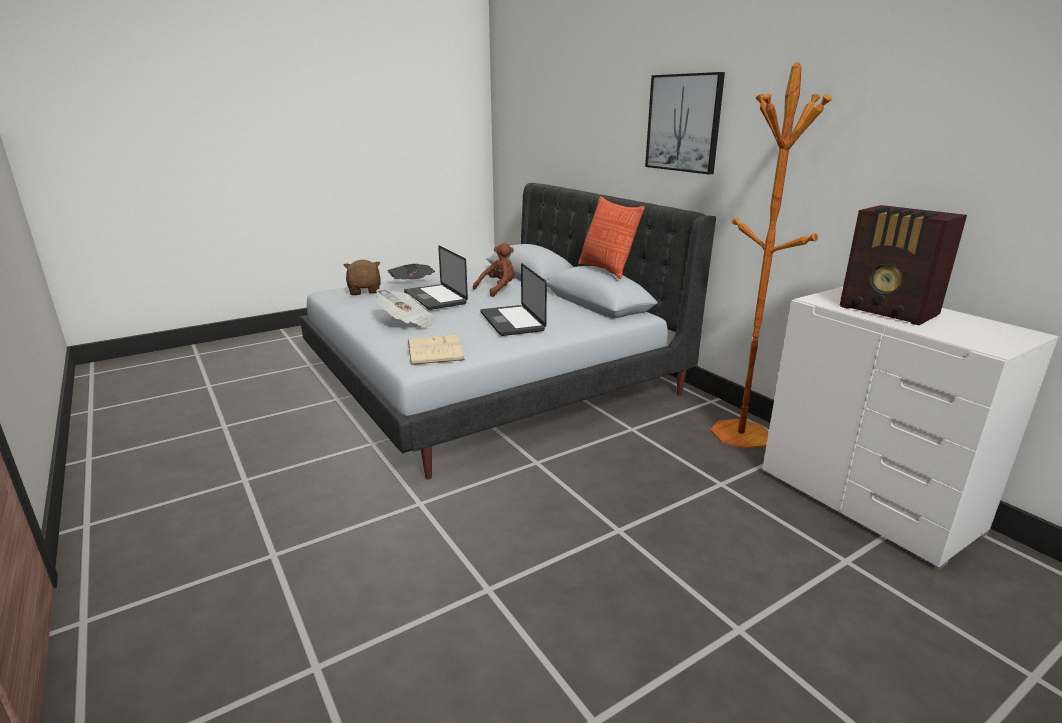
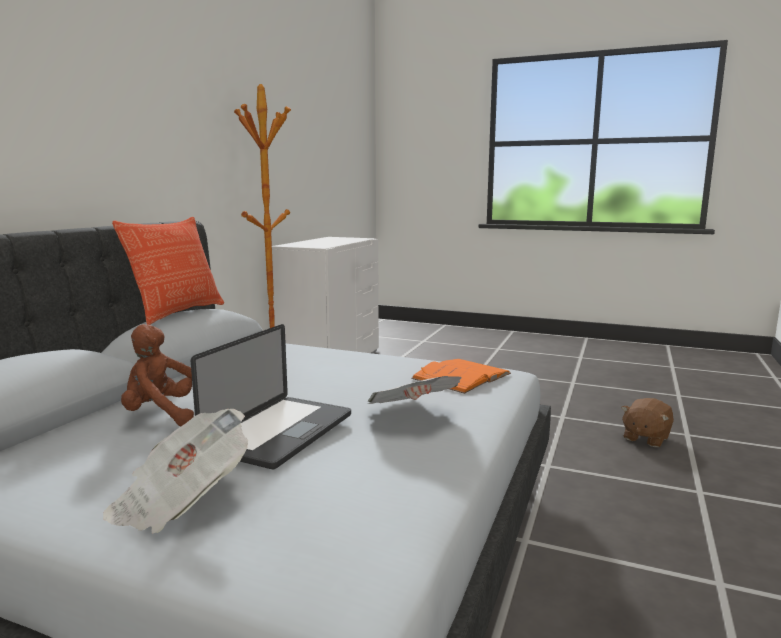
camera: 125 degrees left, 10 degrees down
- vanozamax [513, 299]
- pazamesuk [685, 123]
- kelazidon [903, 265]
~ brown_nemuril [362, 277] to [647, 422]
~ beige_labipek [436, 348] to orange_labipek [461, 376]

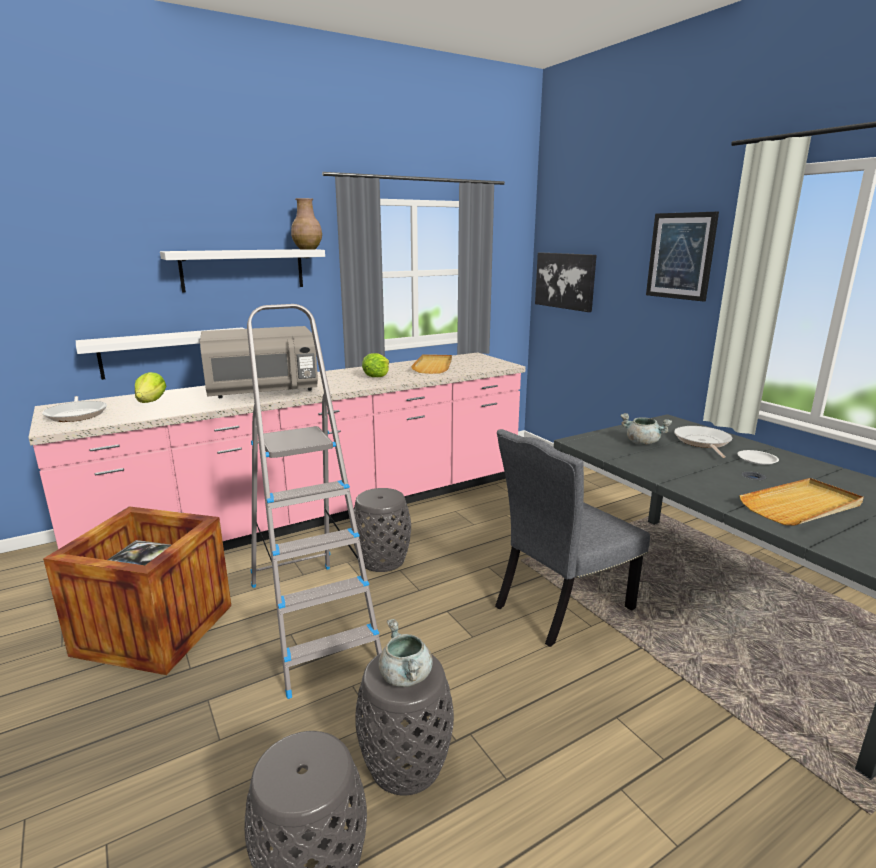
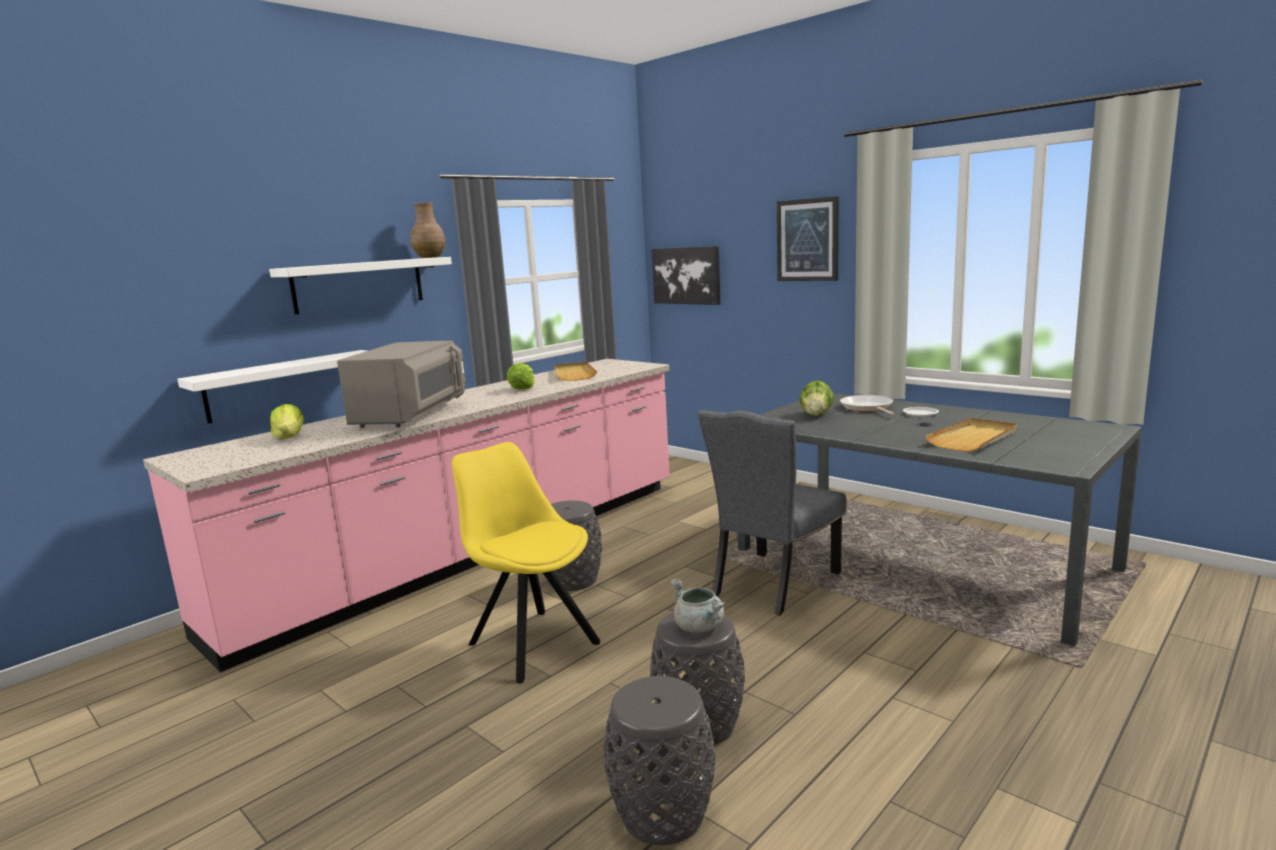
camera: 15 degrees left, 5 degrees down
- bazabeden [74, 409]
- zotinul [137, 590]
~ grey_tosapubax [314, 501] to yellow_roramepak [526, 562]
~ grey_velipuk [646, 429] to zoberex [816, 398]
~ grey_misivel [259, 362] = [401, 384] 45 degrees counterclockwise

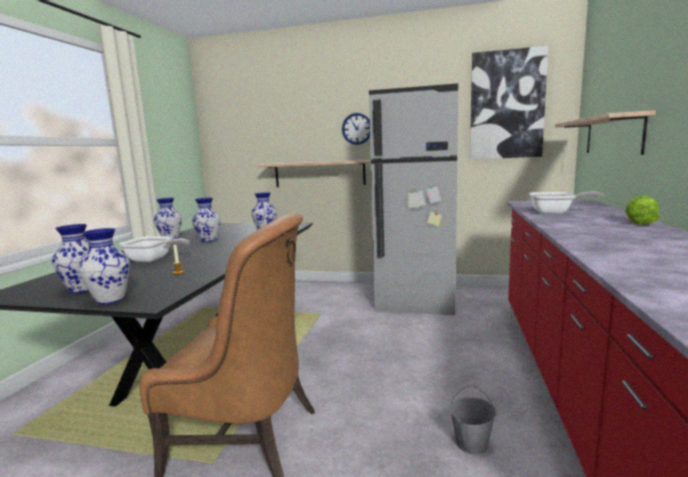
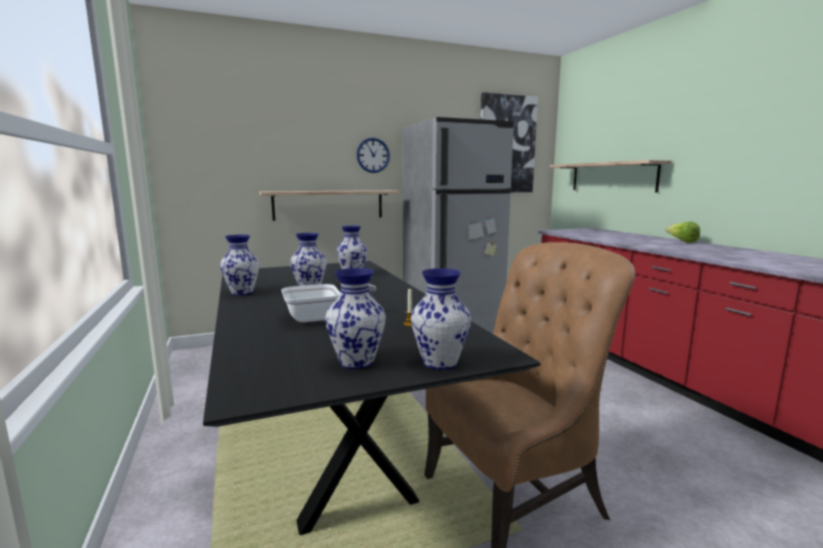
camera: 35 degrees left, 0 degrees up
- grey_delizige [472, 420]
- bazabeden [566, 203]

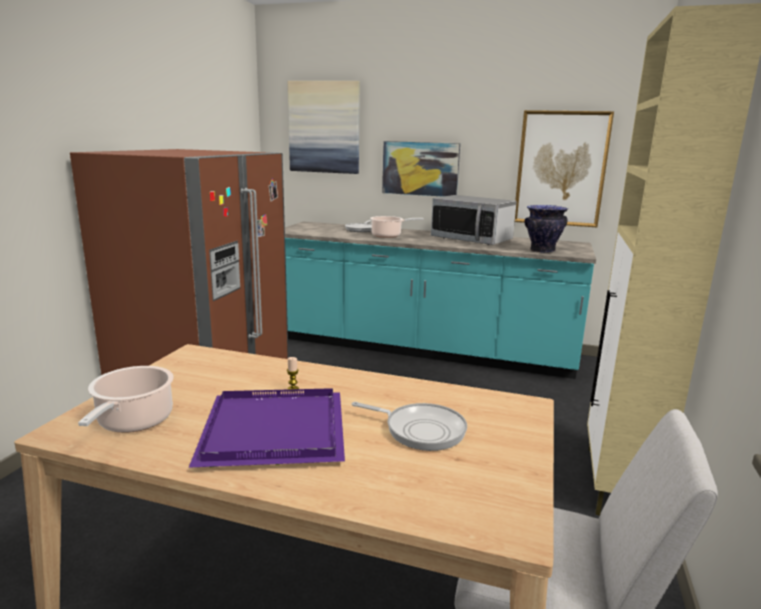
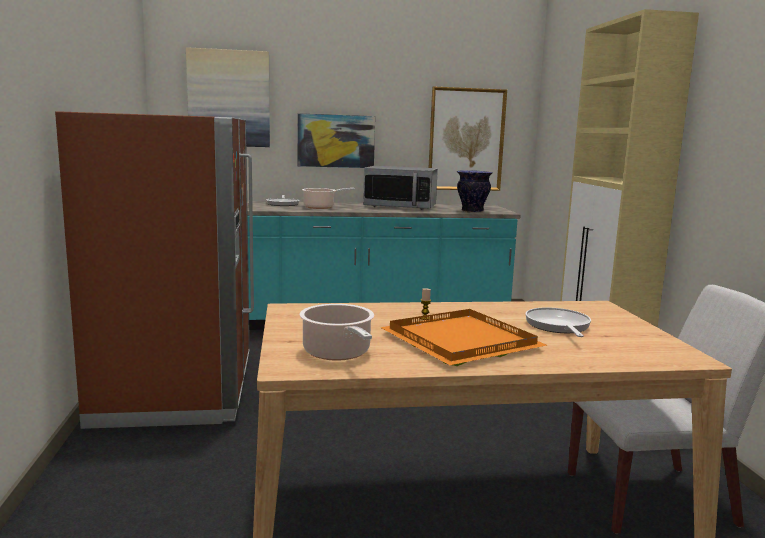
camera: 25 degrees left, 5 degrees down
~ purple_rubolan [267, 428] to orange_rubolan [463, 337]
~ bazabeden [409, 426] = [558, 322] 90 degrees counterclockwise

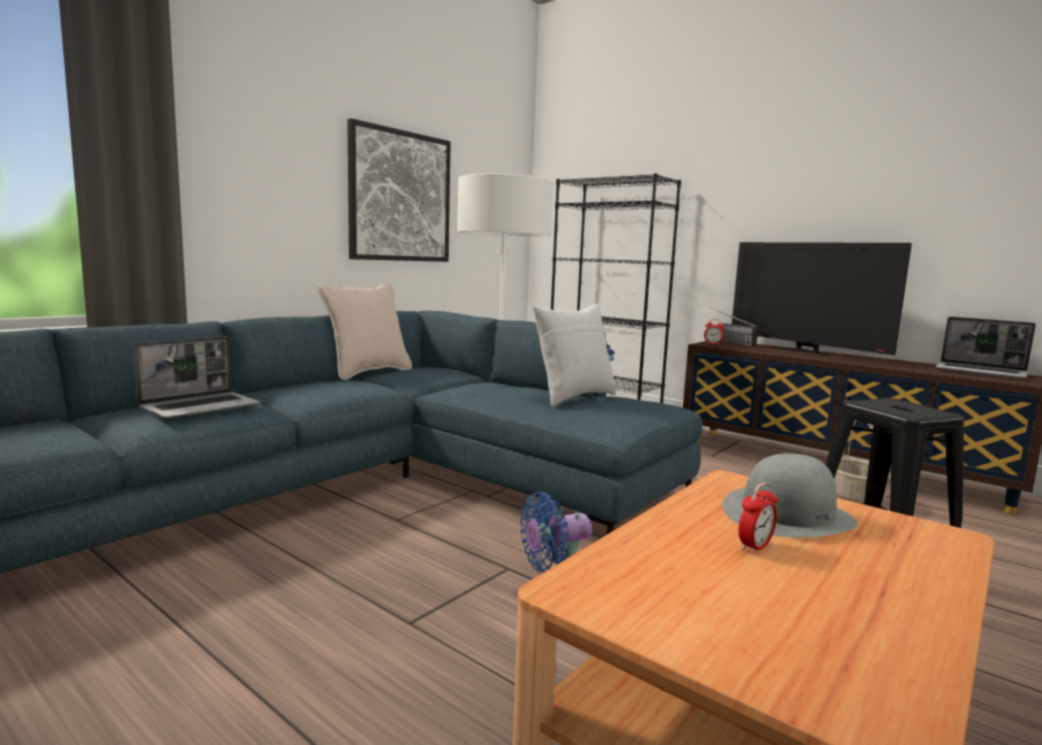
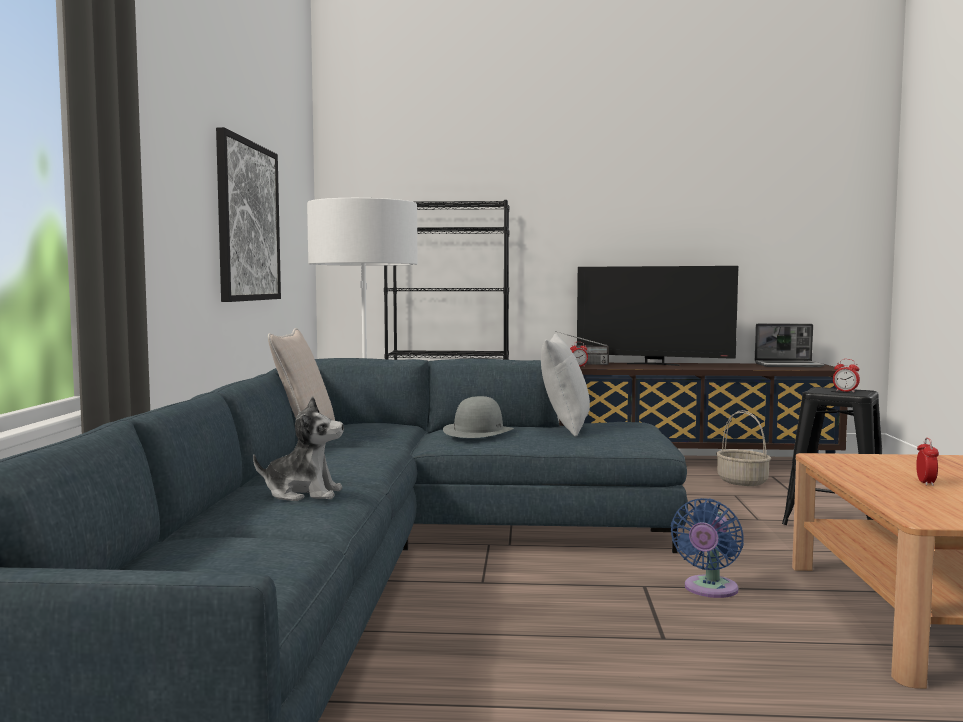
camera: 35 degrees left, 5 degrees down
+ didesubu [846, 376]
~ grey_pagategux [790, 495] to [478, 417]
~ vanozamax [197, 377] to nemuril [298, 448]

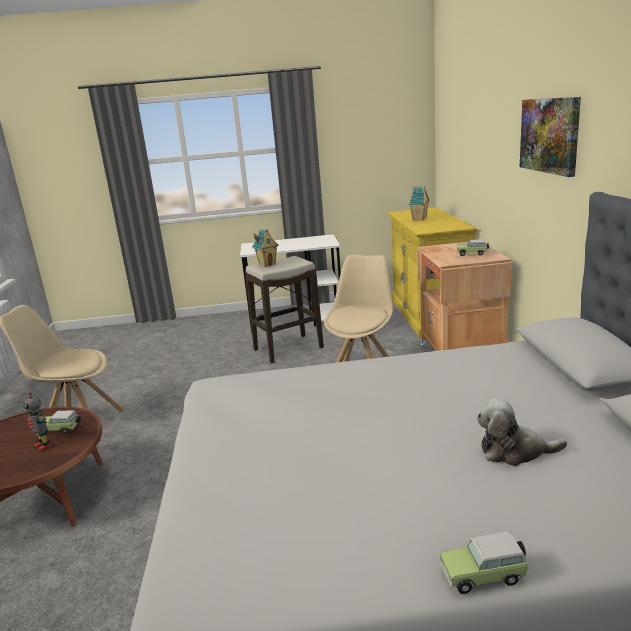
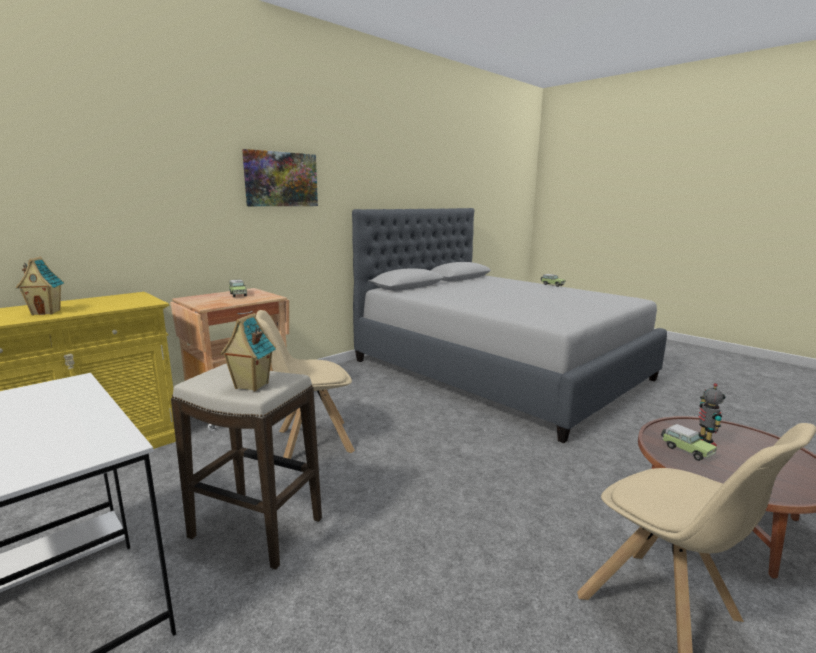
camera: 130 degrees left, 5 degrees down
- nemuril [522, 432]

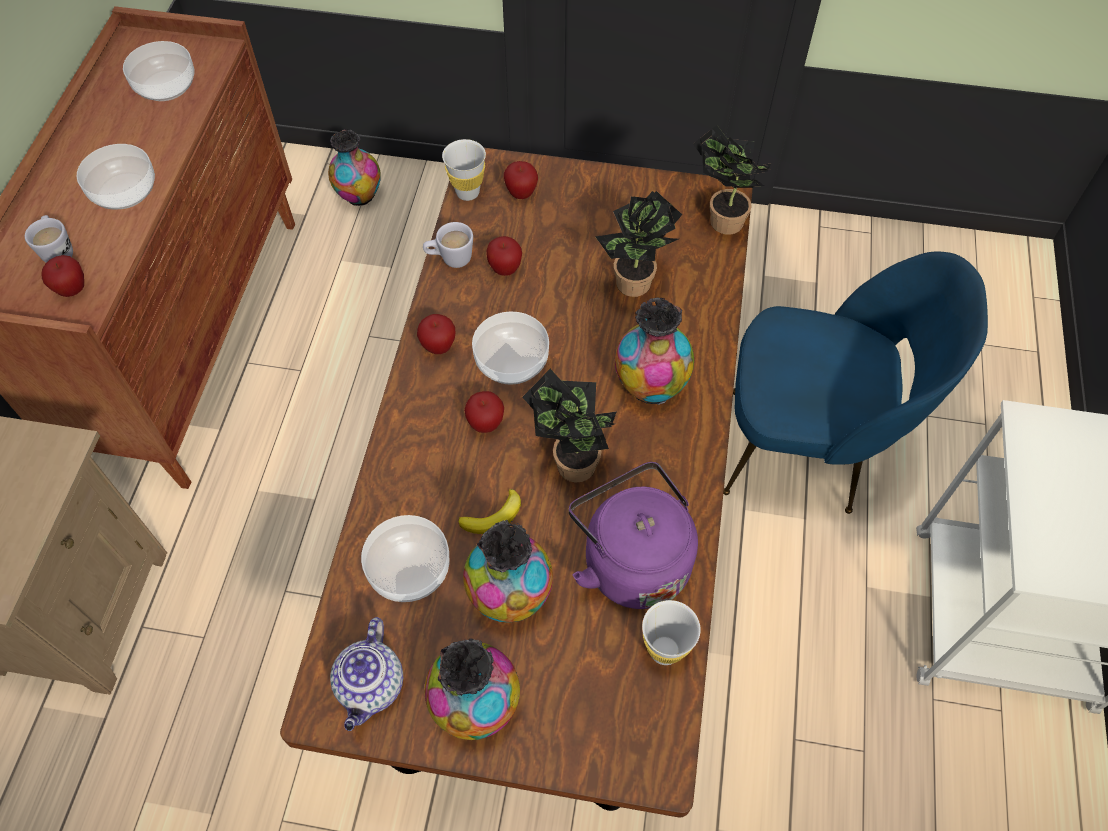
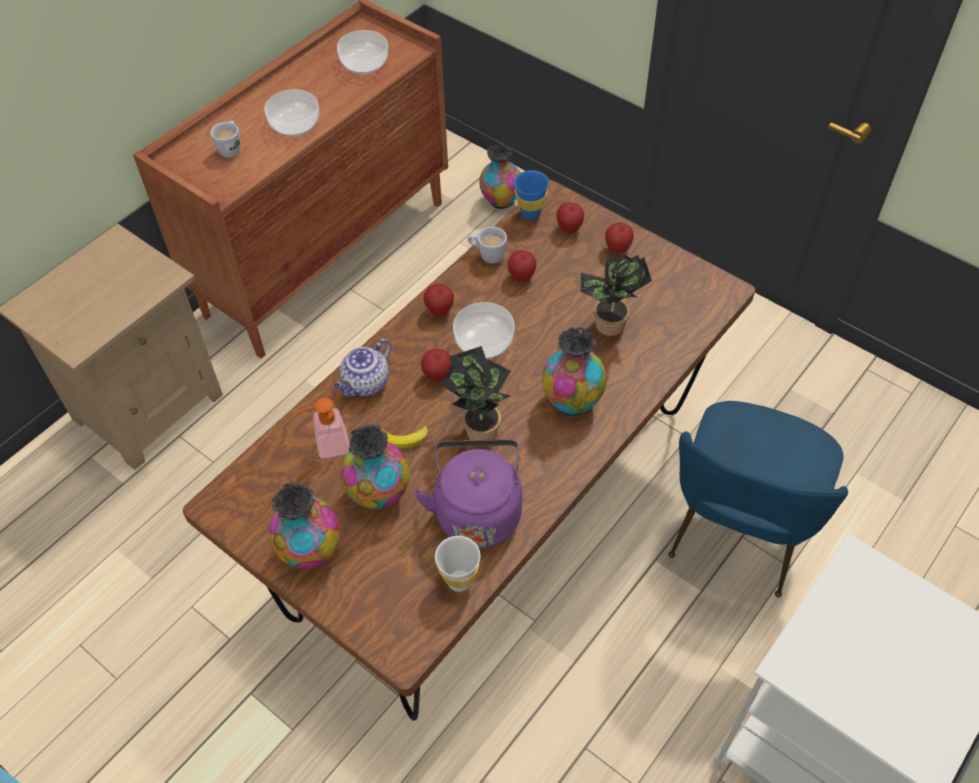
camera: 30 degrees right, 5 degrees down
- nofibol [732, 179]
~ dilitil [62, 276] to [619, 238]
~ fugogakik [366, 674] to [362, 367]
~ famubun [405, 558] to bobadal [321, 428]
~ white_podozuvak [464, 170] to blue_podozuvak [531, 195]
~ blue_roramepak [855, 383] = [758, 499] 75 degrees clockwise

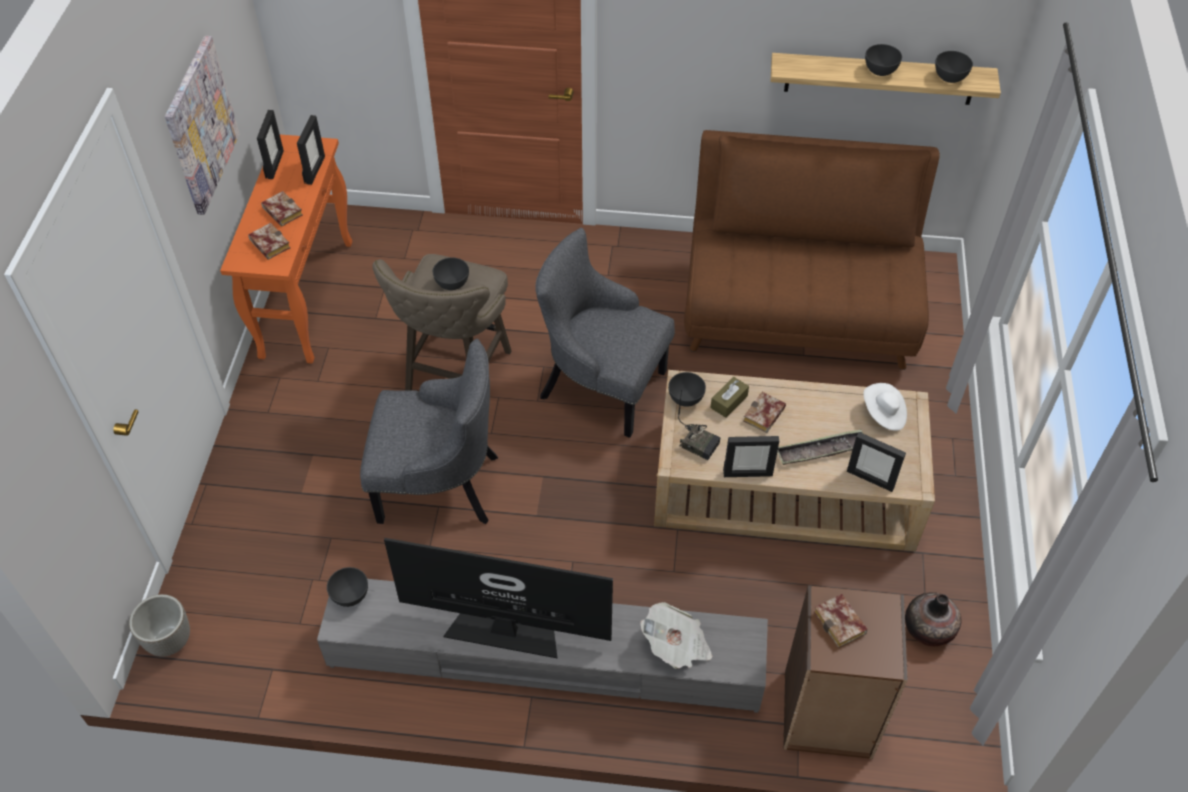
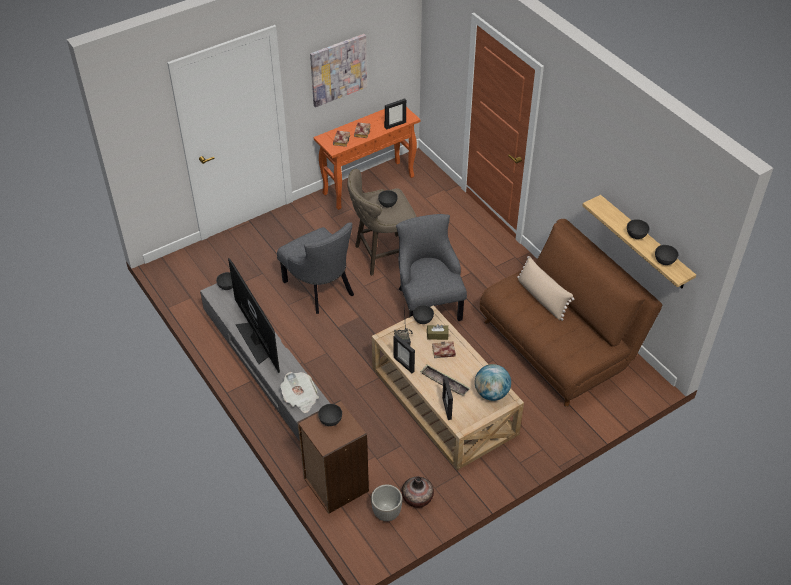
camera: 50 degrees right, 5 degrees down
- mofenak [270, 144]
+ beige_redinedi [545, 288]
~ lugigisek [159, 625] to [386, 502]
~ labipek [840, 621] to grey_famubun [330, 415]
~ white_pagategux [885, 407] to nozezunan [493, 382]

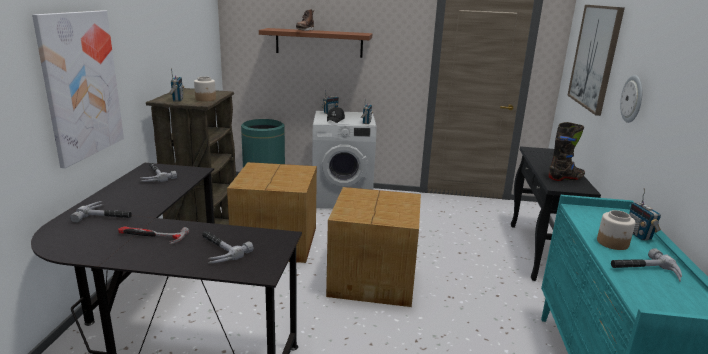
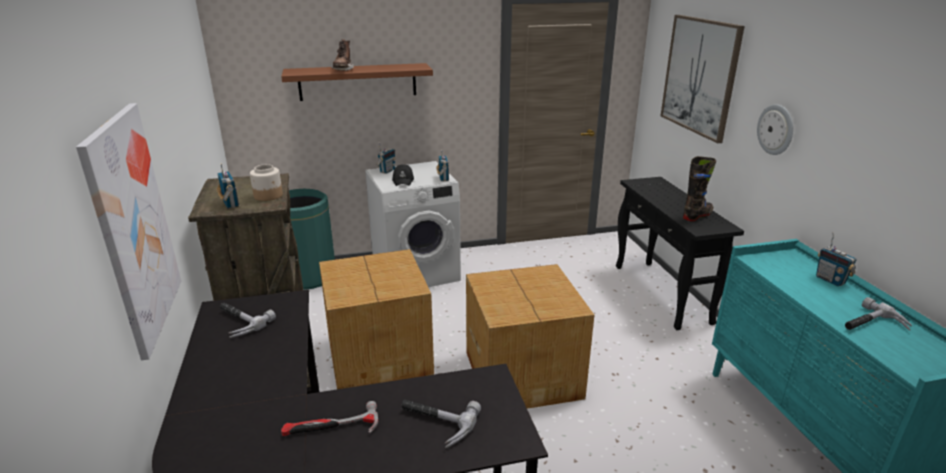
camera: 20 degrees left, 5 degrees up
- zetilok [101, 212]
- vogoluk [616, 230]

